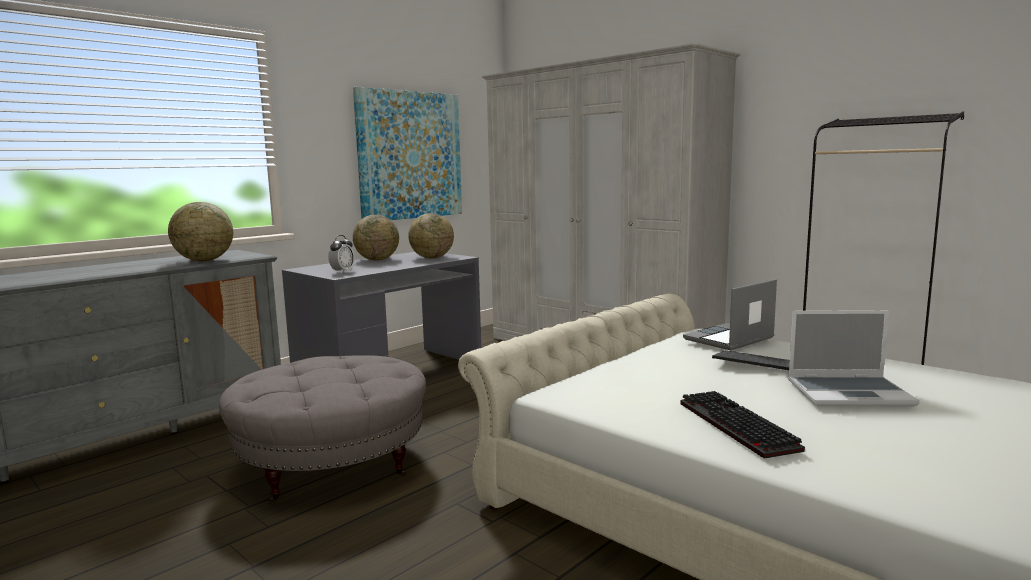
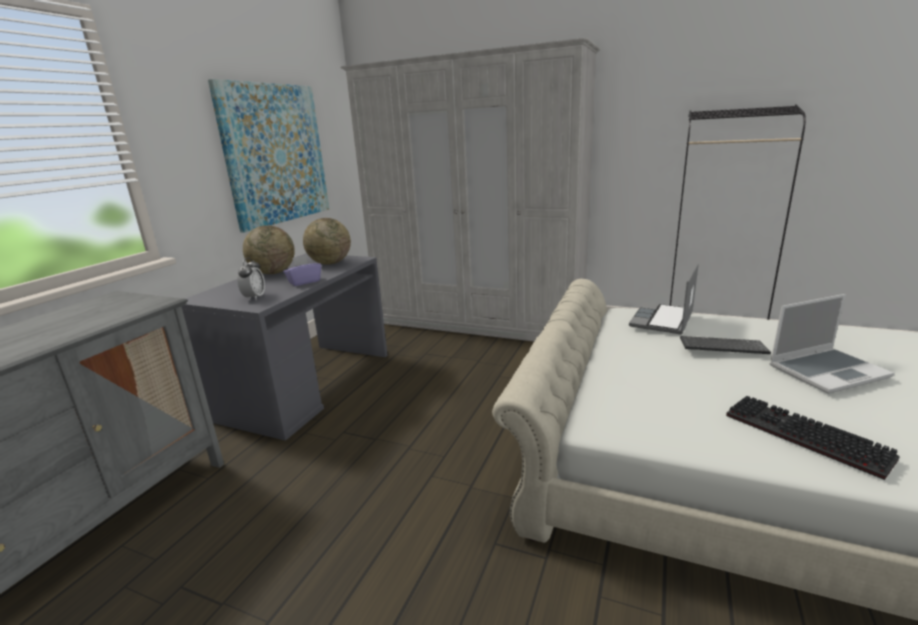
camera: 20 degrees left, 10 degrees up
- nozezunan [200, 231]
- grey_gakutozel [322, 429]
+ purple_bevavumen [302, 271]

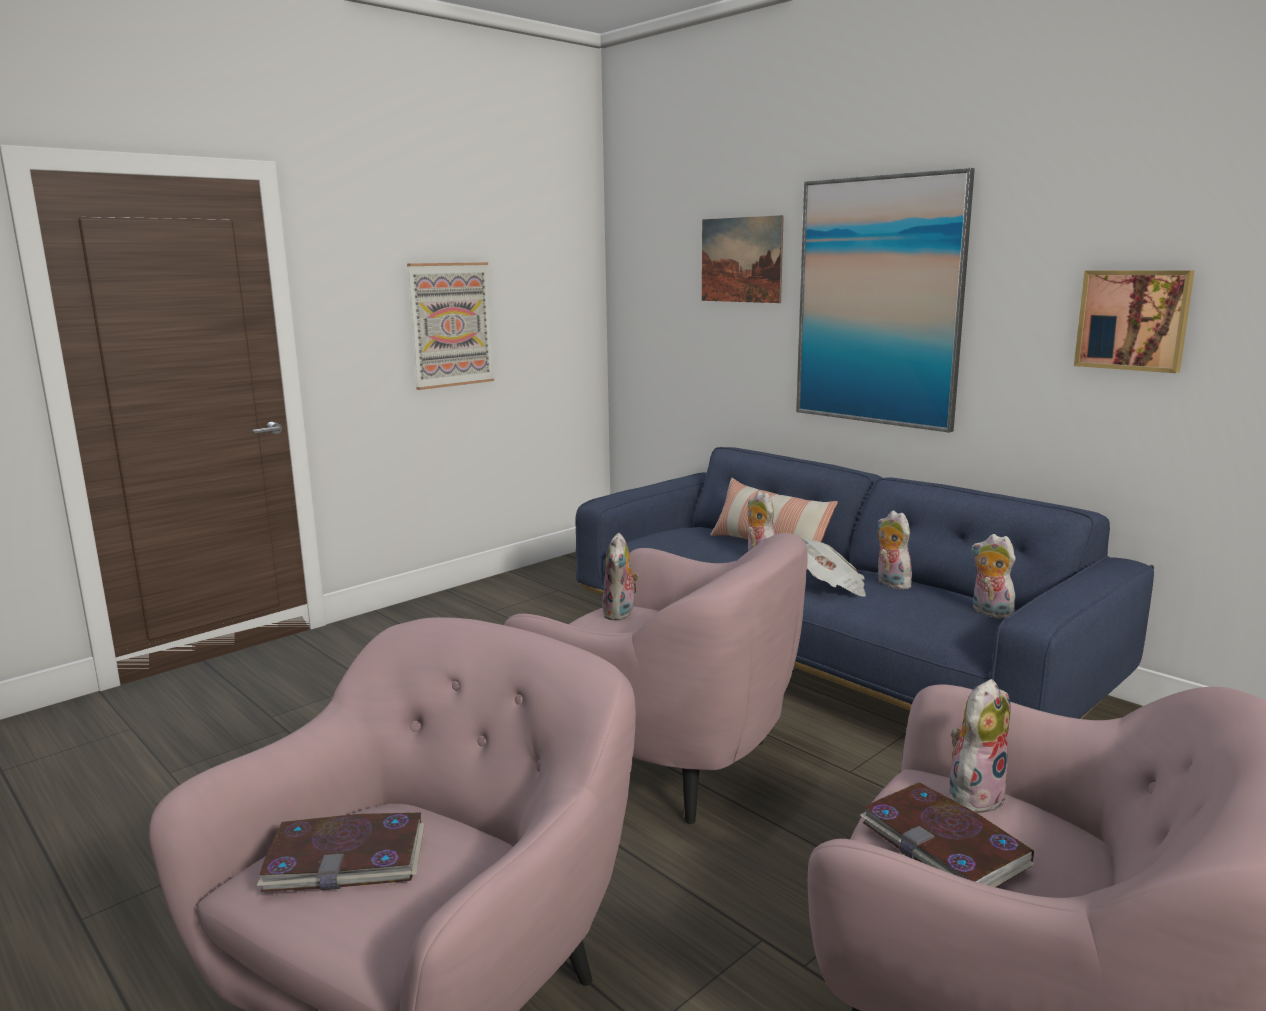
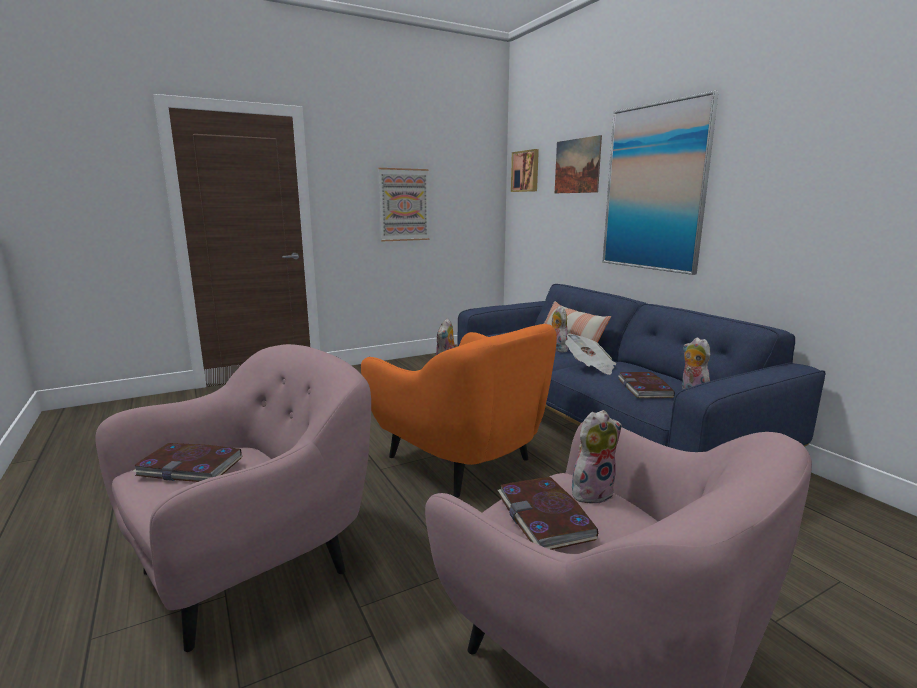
camera: 15 degrees right, 0 degrees up
- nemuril [896, 550]
+ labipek [646, 385]
~ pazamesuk [1134, 321] to [525, 170]
~ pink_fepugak [655, 678] to orange_fepugak [459, 411]

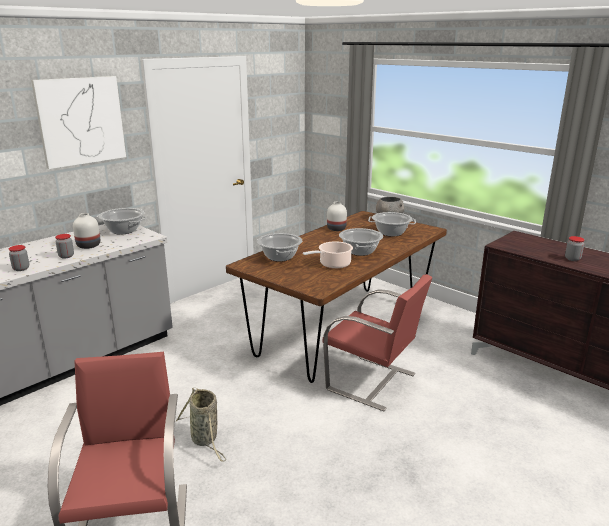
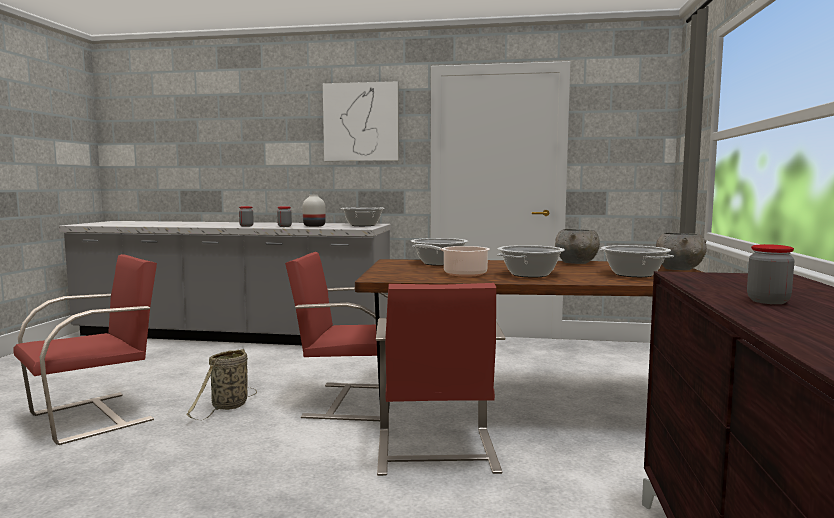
camera: 55 degrees right, 15 degrees down
+ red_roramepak [336, 336]
~ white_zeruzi [337, 216] to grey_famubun [577, 246]

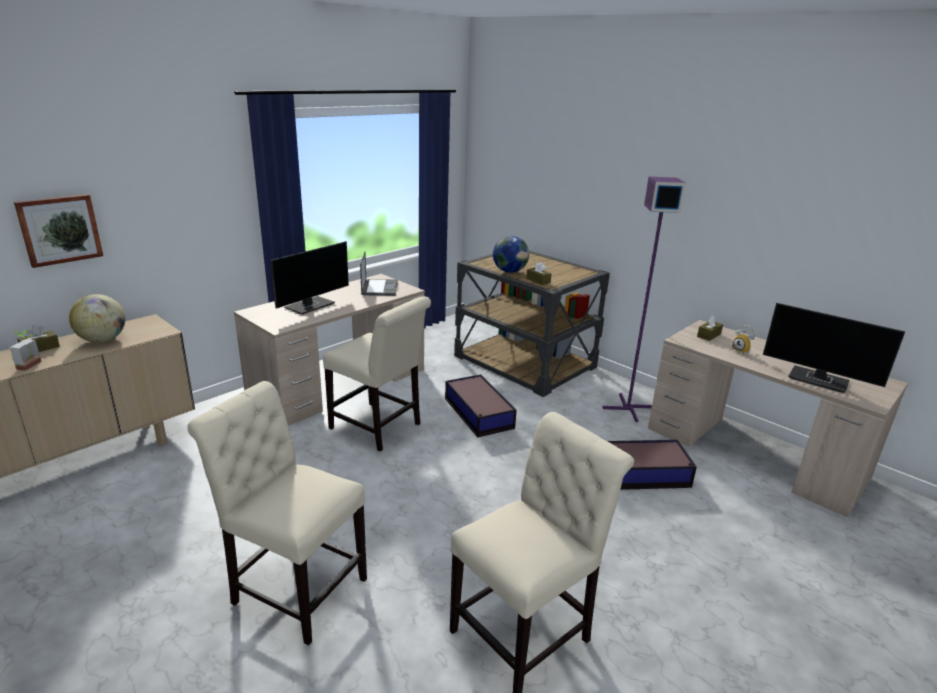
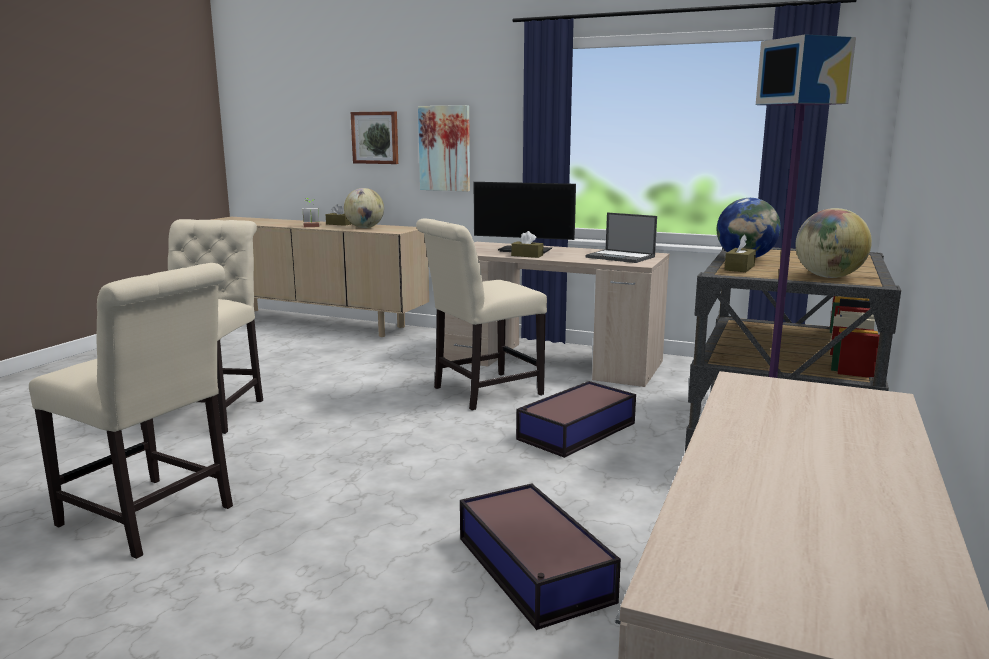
camera: 70 degrees right, 10 degrees down
- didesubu [743, 339]
- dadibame [834, 348]
+ pazamesuk [444, 148]
+ nozezunan [834, 243]
~ brown_bevavumen [710, 328] to [527, 244]
~ beige_roramepak [377, 373] = [481, 314] 45 degrees clockwise
~ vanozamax [379, 274] = [621, 237] 60 degrees clockwise

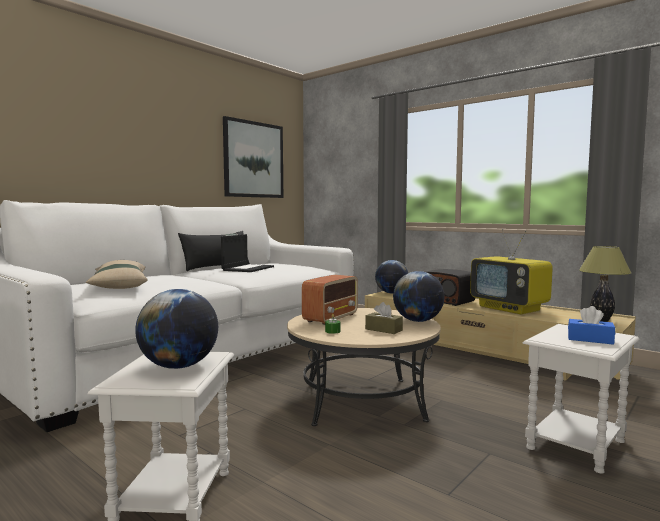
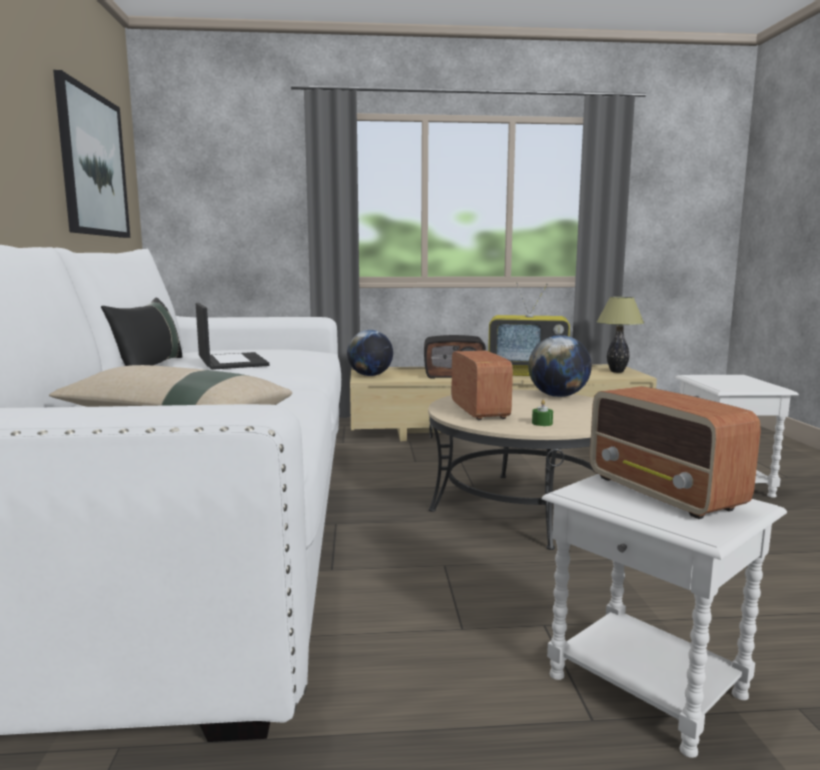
camera: 45 degrees left, 5 degrees up
- brown_bevavumen [384, 318]
- blue_bevavumen [591, 325]
~ nozezunan [176, 329] to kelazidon [675, 452]

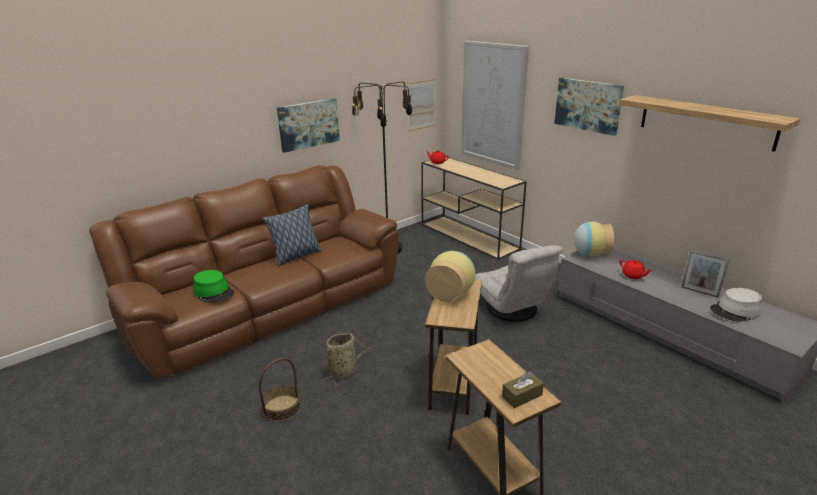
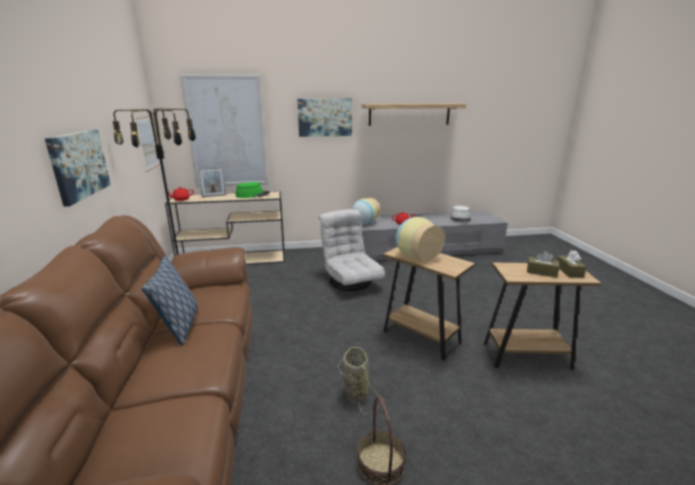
camera: 60 degrees left, 5 degrees down
+ brown_bevavumen [543, 264]
~ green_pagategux [213, 286] to [253, 190]
~ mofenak [705, 274] to [212, 182]
~ grey_fepugak [519, 283] = [351, 250] 120 degrees counterclockwise

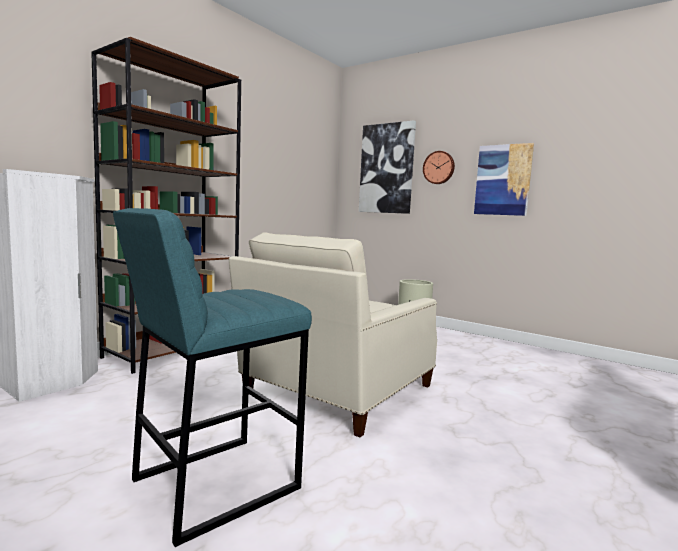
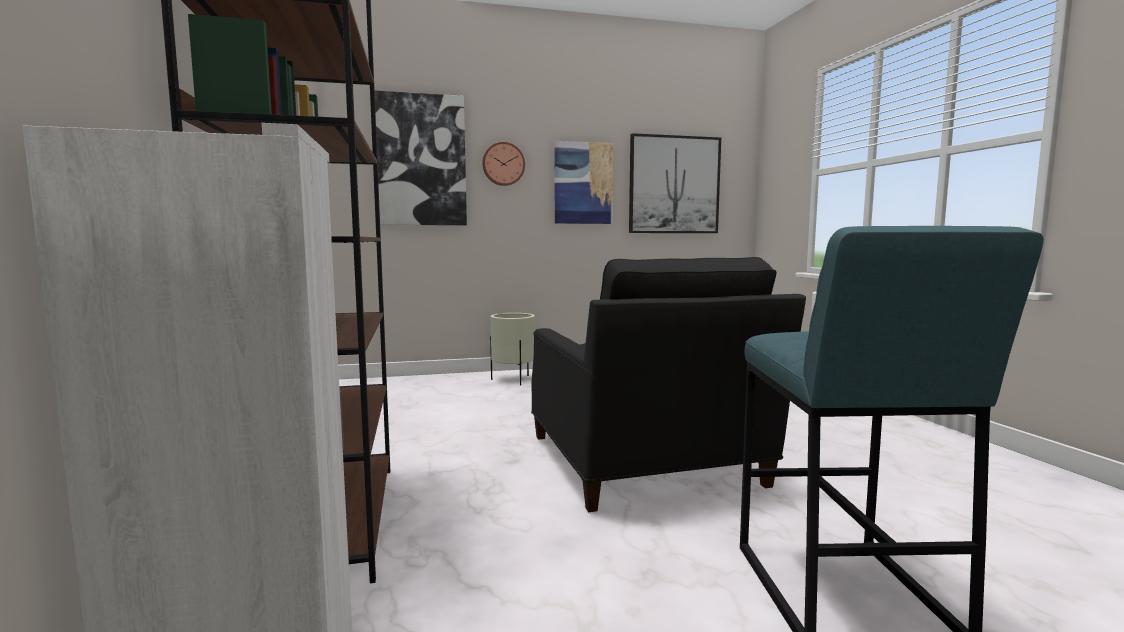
camera: 50 degrees left, 0 degrees up
+ pazamesuk [675, 183]
~ beige_fepugak [333, 335] to black_fepugak [668, 384]

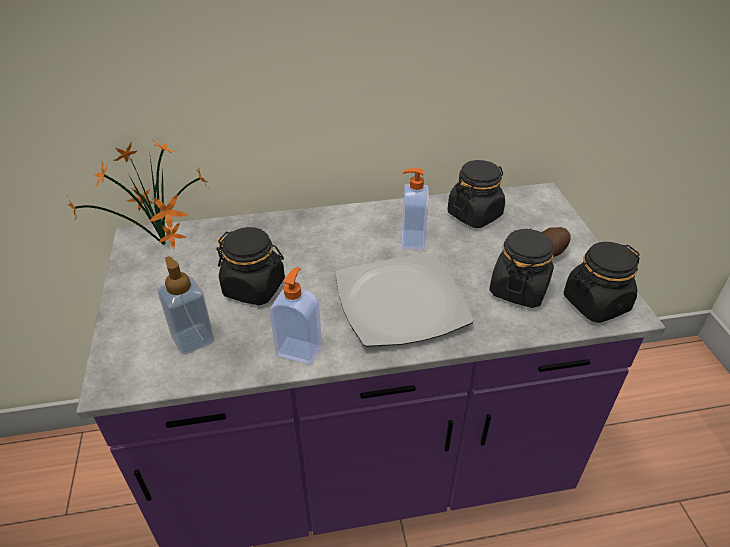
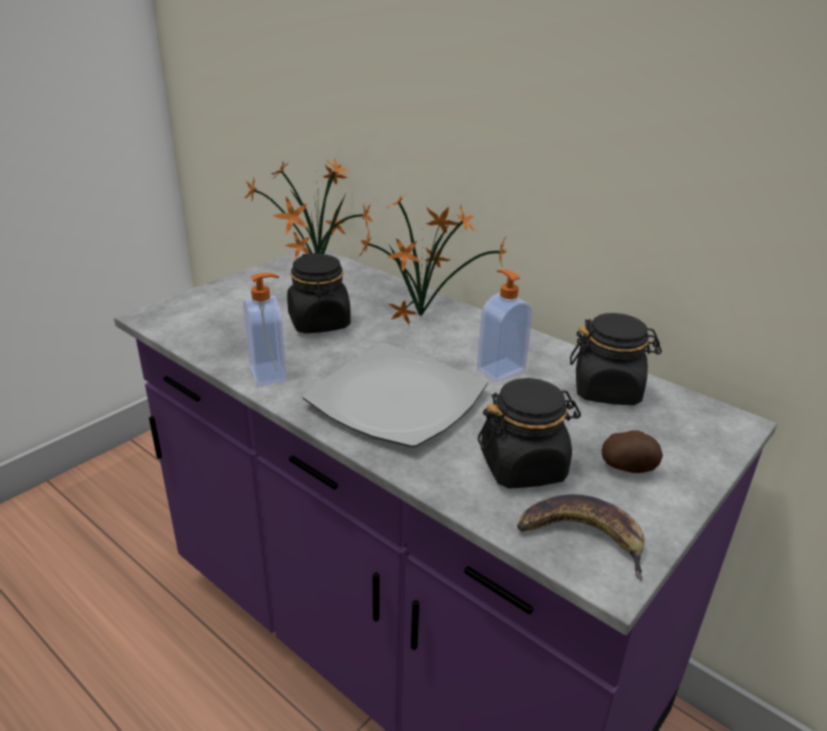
camera: 50 degrees right, 10 degrees down
- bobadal [186, 305]
+ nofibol [433, 258]
~ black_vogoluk [602, 282] to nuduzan [581, 537]

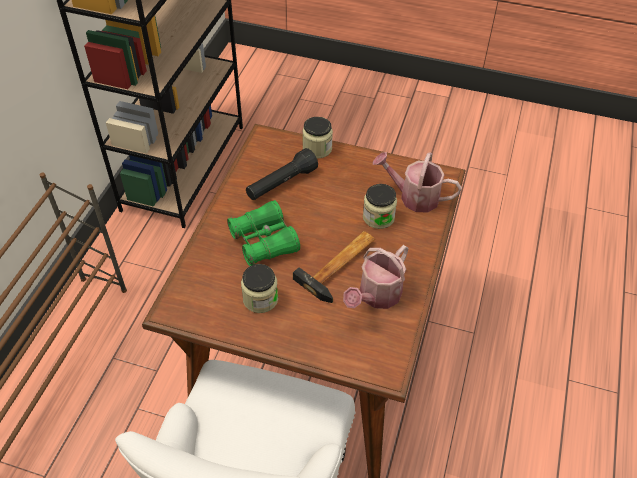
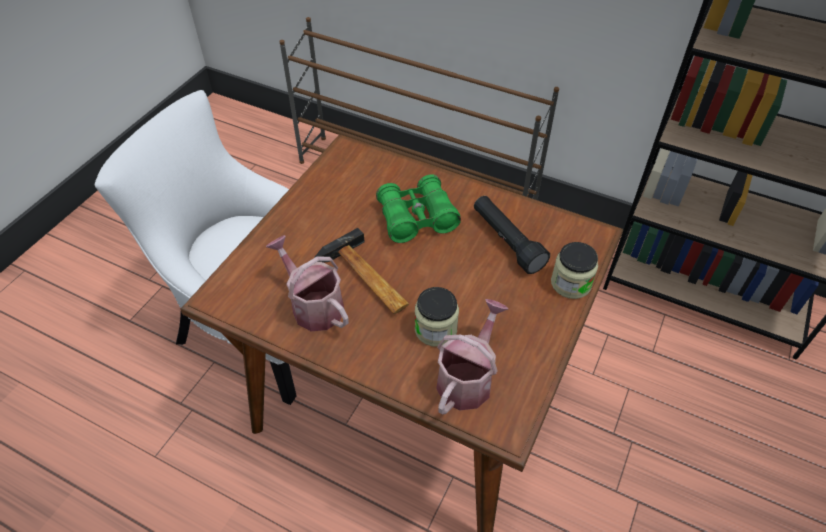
camera: 100 degrees right, 0 degrees up
- vogoluk [259, 288]

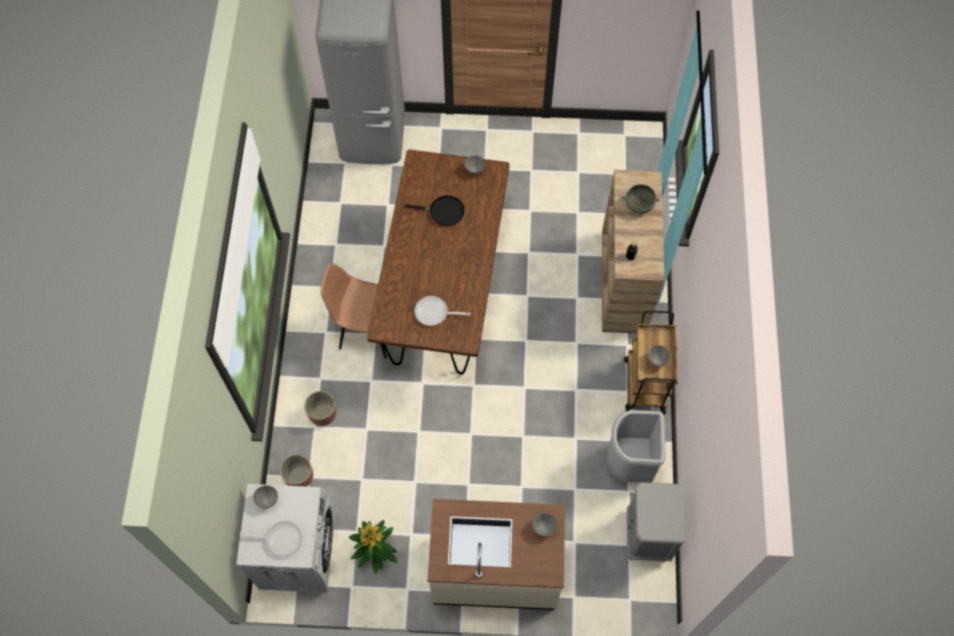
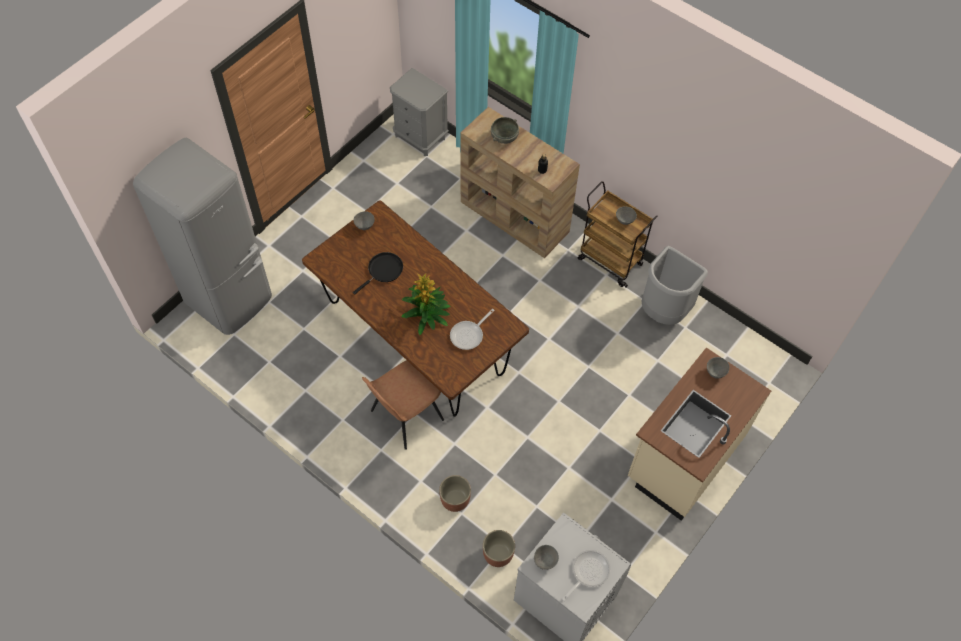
camera: 55 degrees left, 5 degrees down
~ nofibol [373, 547] to [425, 304]
~ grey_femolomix [656, 522] to [419, 112]

